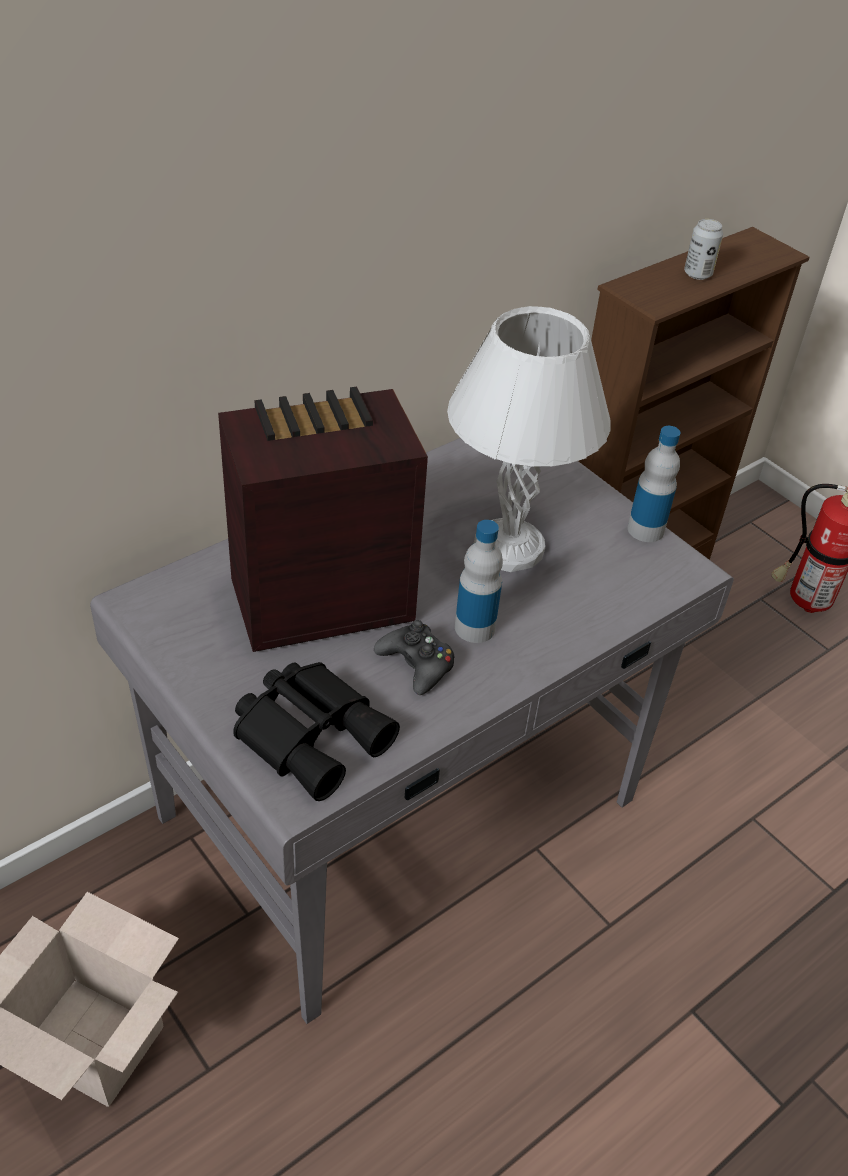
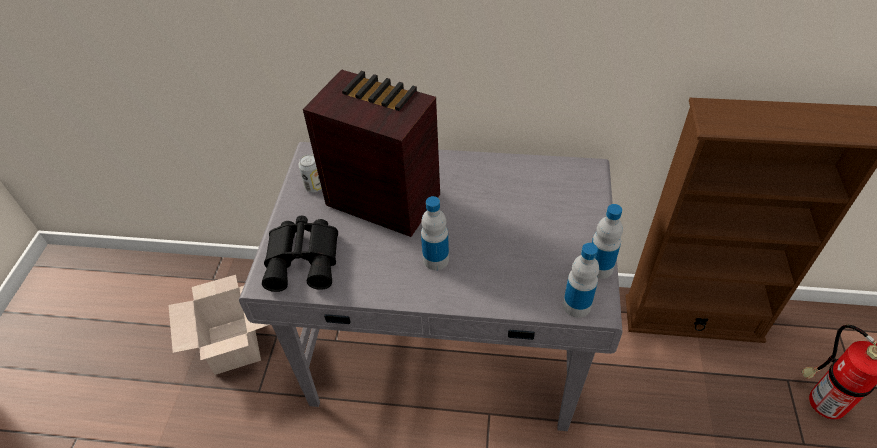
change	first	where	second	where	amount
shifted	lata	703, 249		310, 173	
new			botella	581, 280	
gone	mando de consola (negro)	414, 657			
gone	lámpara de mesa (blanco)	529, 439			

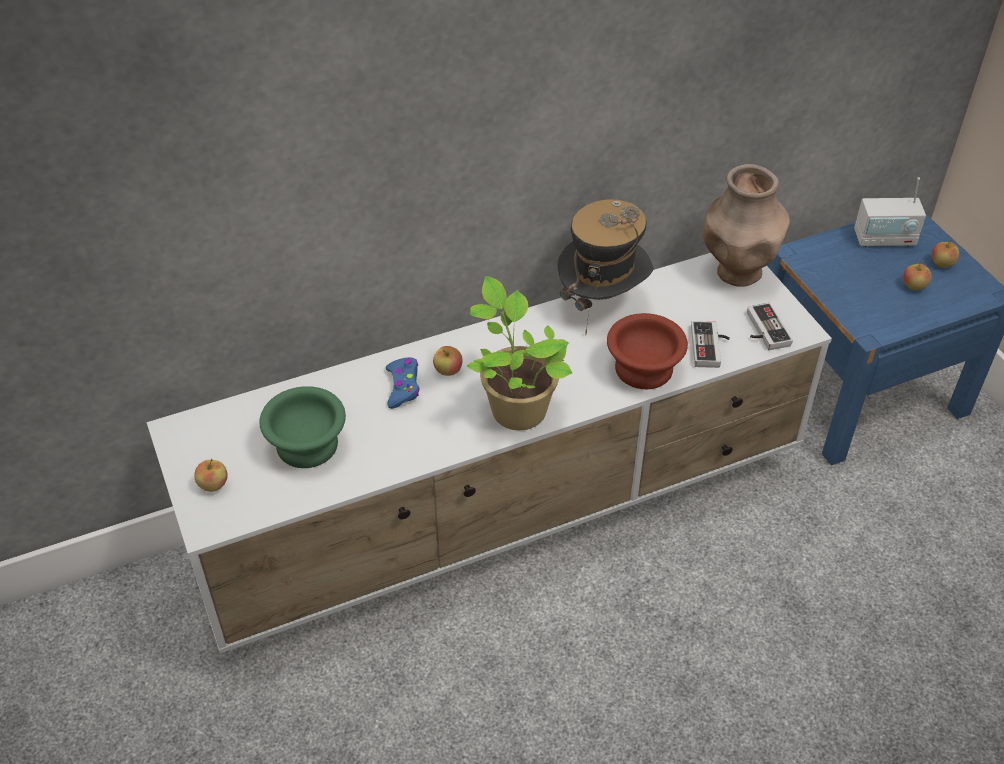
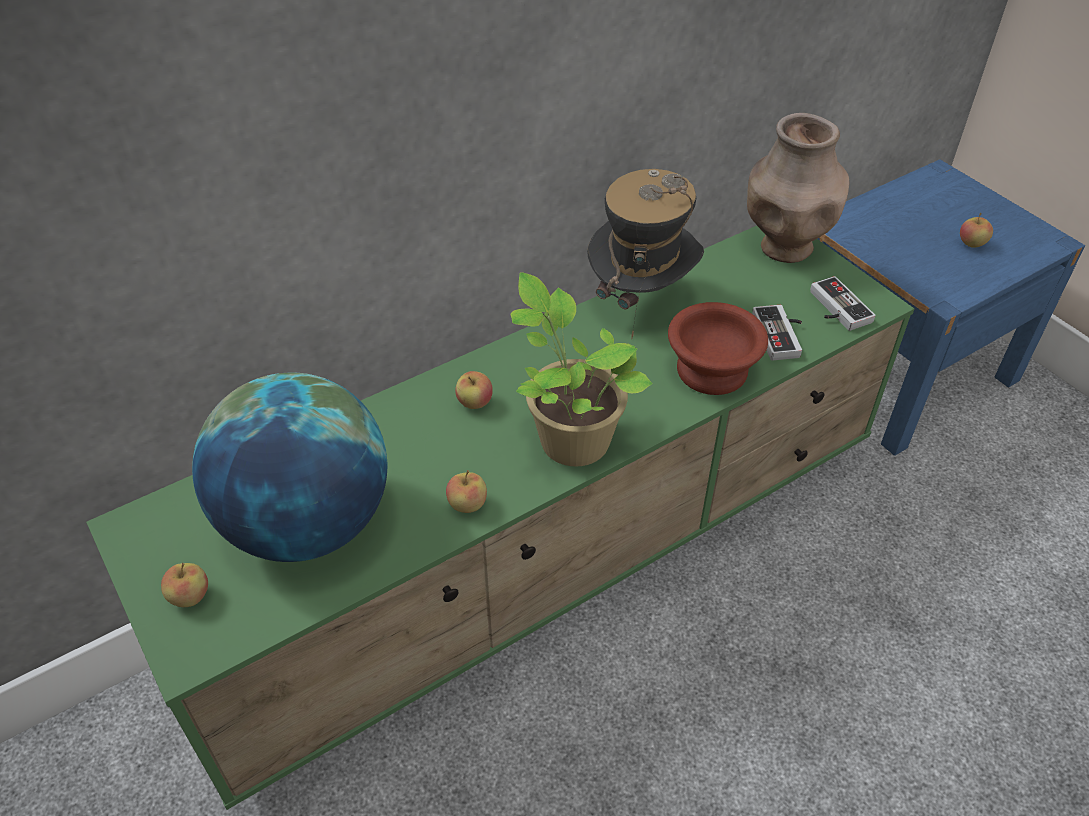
change	first	where	second	where	amount
repainted	mueble de televisión (blanco)	489, 453	mueble de televisión (verde)	500, 518	
swapped	cuenco (verde)	302, 427	globo terráqueo	289, 467	
shifted	manzana	945, 253		466, 491	
gone	mando de consola (azul)	403, 383			
gone	radio	890, 212			

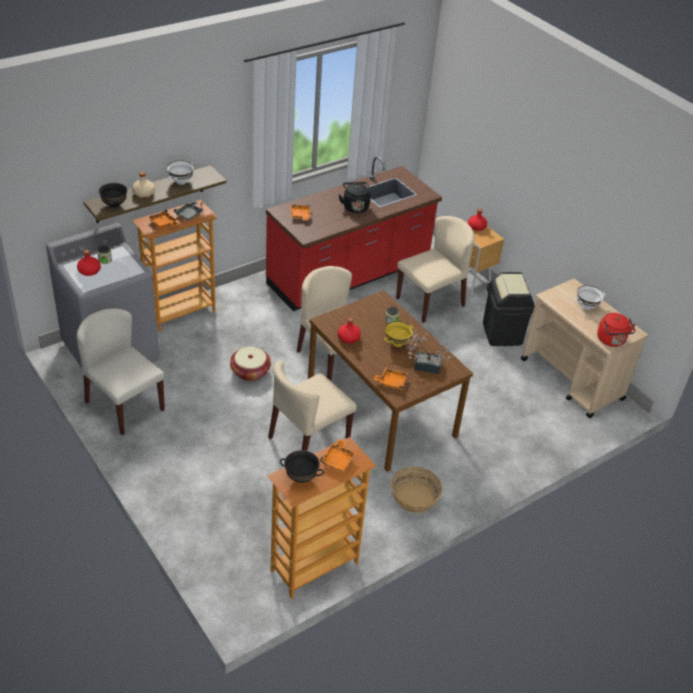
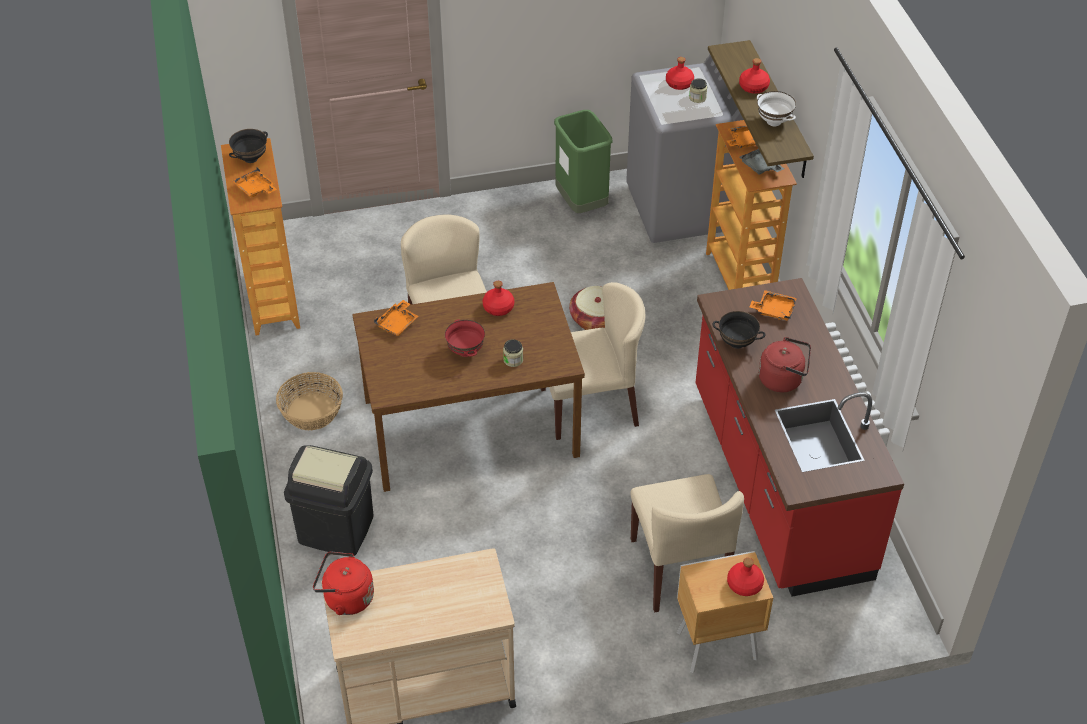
change	first	where	second	where	amount
shifted	papelera (negro)	509, 309		329, 500	
repainted	cuenco (amarillo)	398, 334	cuenco (rojo)	465, 338	
swapped	silla (beis)	121, 371	papelera (verde)	583, 161	
shifted	cuenco (negro)	113, 195		739, 330	
repainted	botella (beis)	143, 185	botella (rojo)	754, 76	
repainted	hervidor (negro)	354, 197	hervidor (rojo)	785, 364	
gone	planta en maceta	428, 352			
gone	cuenco (blanco)	589, 297			

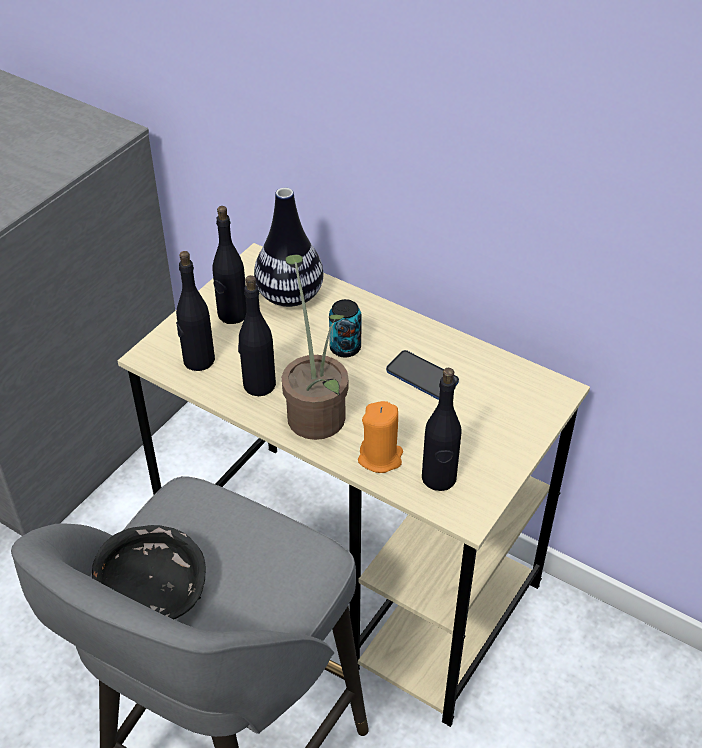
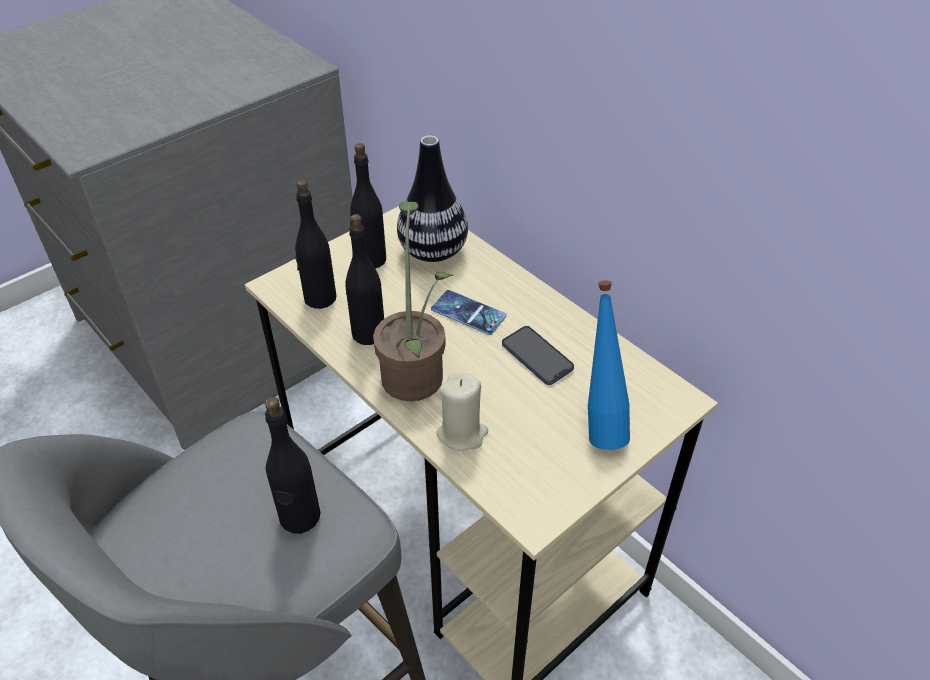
change	first	where	second	where	amount
shifted	botella (negro)	441, 429		293, 465	
swapped	lata	345, 328	móvil	469, 312	
repainted	vela (naranja)	380, 437	vela (beis)	462, 412	
new			botella (azul)	609, 365	
gone	cuenco (negro)	149, 572			

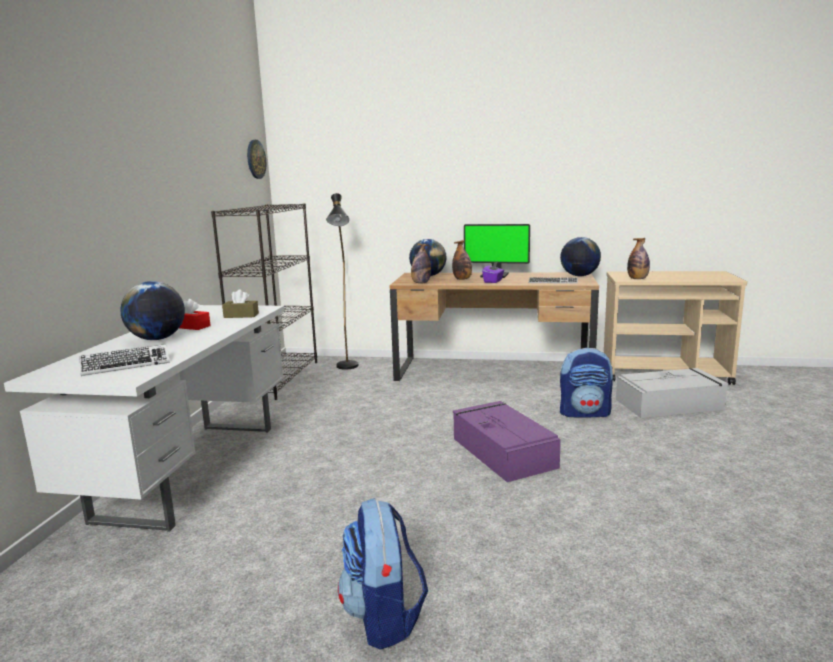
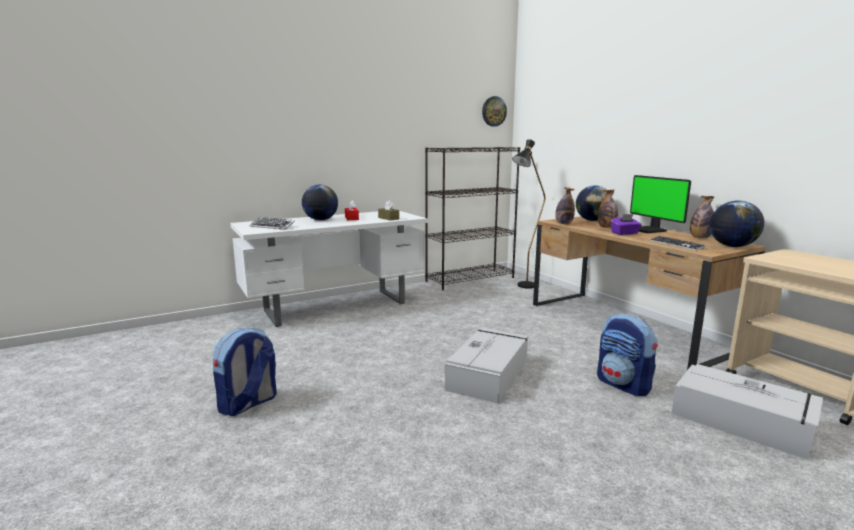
change	first	where	second	where	amount
repainted	caja de almacenaje (morado)	507, 441	caja de almacenaje (gris)	487, 365	
shifted	botella	638, 258		702, 217	

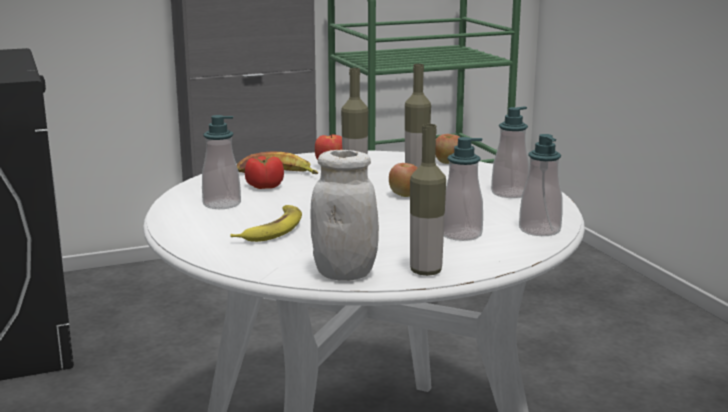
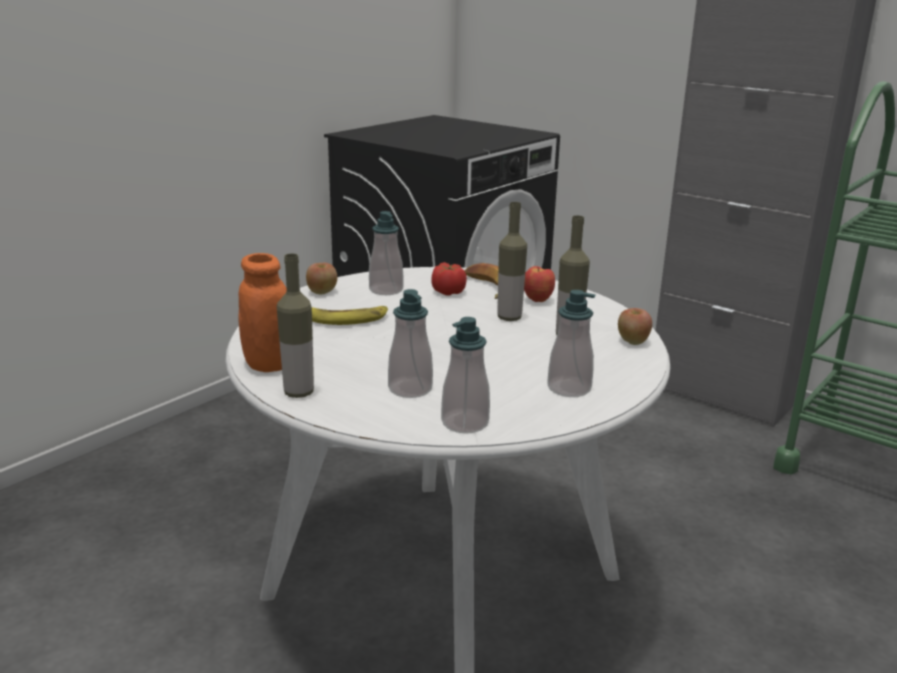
change	first	where	second	where	amount
repainted	tarro (blanco)	345, 215	tarro (naranja)	262, 312	
shifted	manzana	403, 180		321, 278	

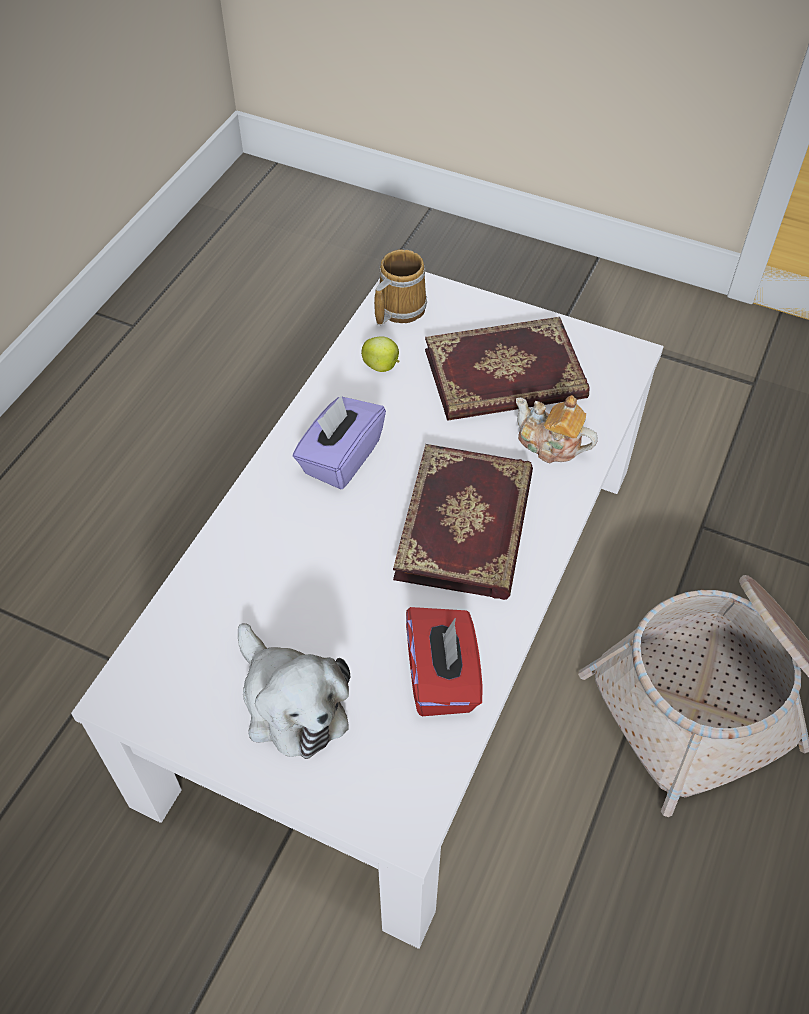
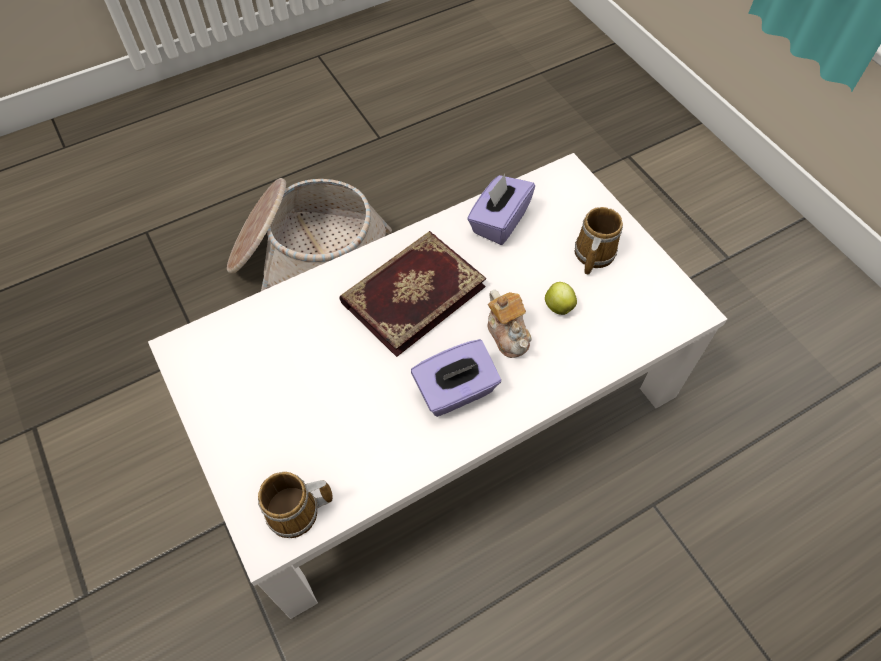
change	first	where	second	where	amount
repainted	caja de pañuelos (rojo)	444, 661	caja de pañuelos (morado)	501, 209	
shifted	tetera	556, 429		510, 324	
shifted	manzana	380, 354		561, 298	
swapped	peluche	294, 691	taza grande	599, 241	
gone	libro	507, 369			

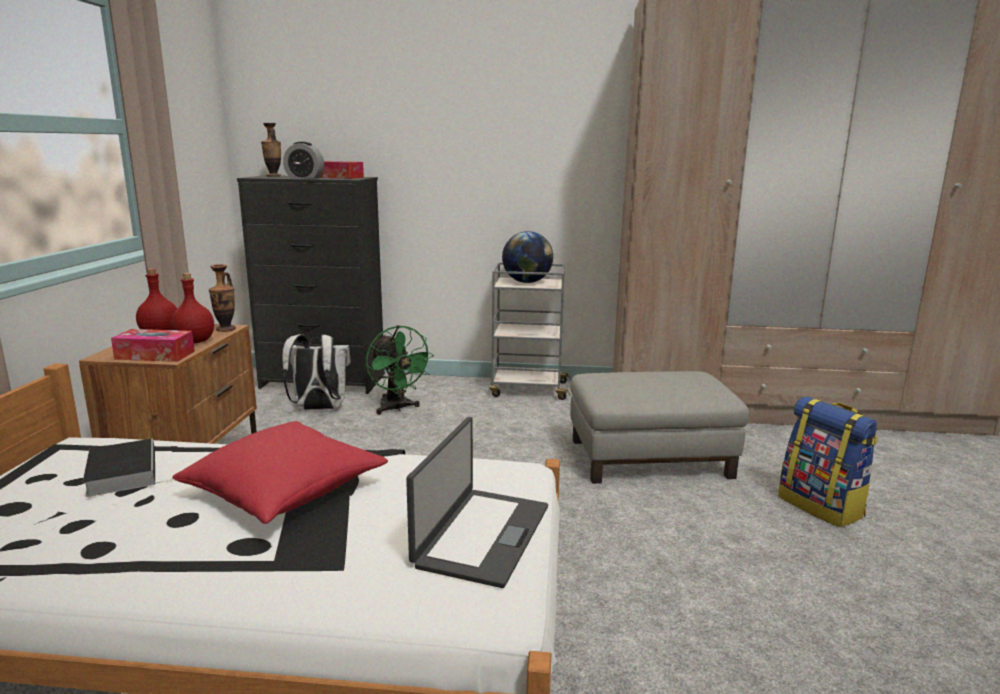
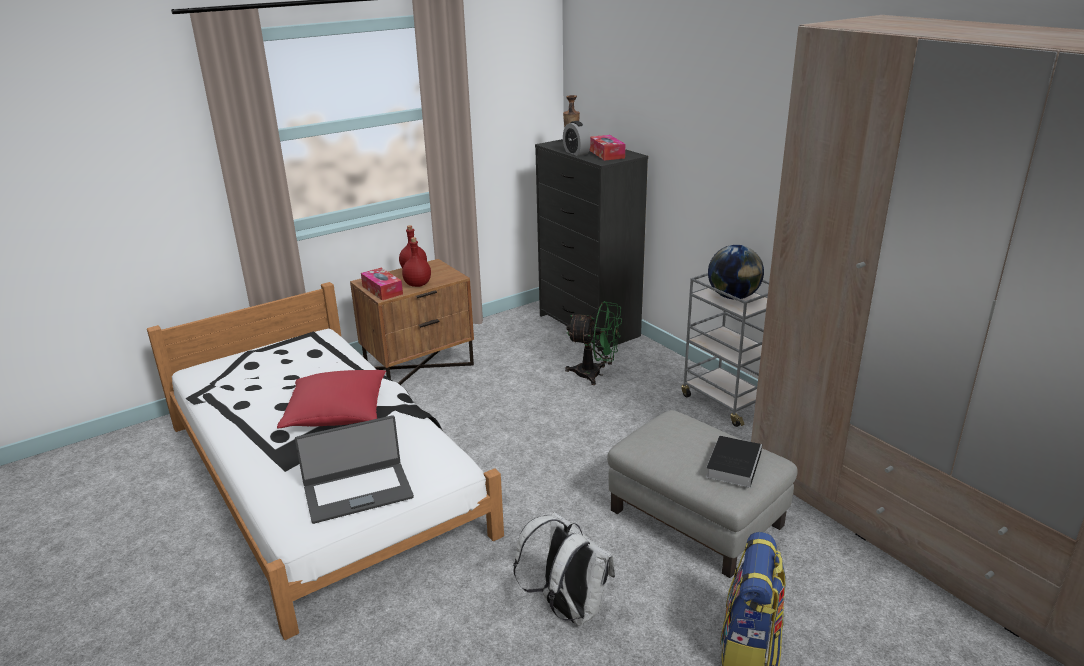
change	first	where	second	where	amount
shifted	mochila (blanco)	316, 372		564, 569	
rotated	ventilador (verde)	400, 370		593, 343	90 degrees counterclockwise
shifted	libro	119, 468		734, 462	
gone	florero	222, 298			

